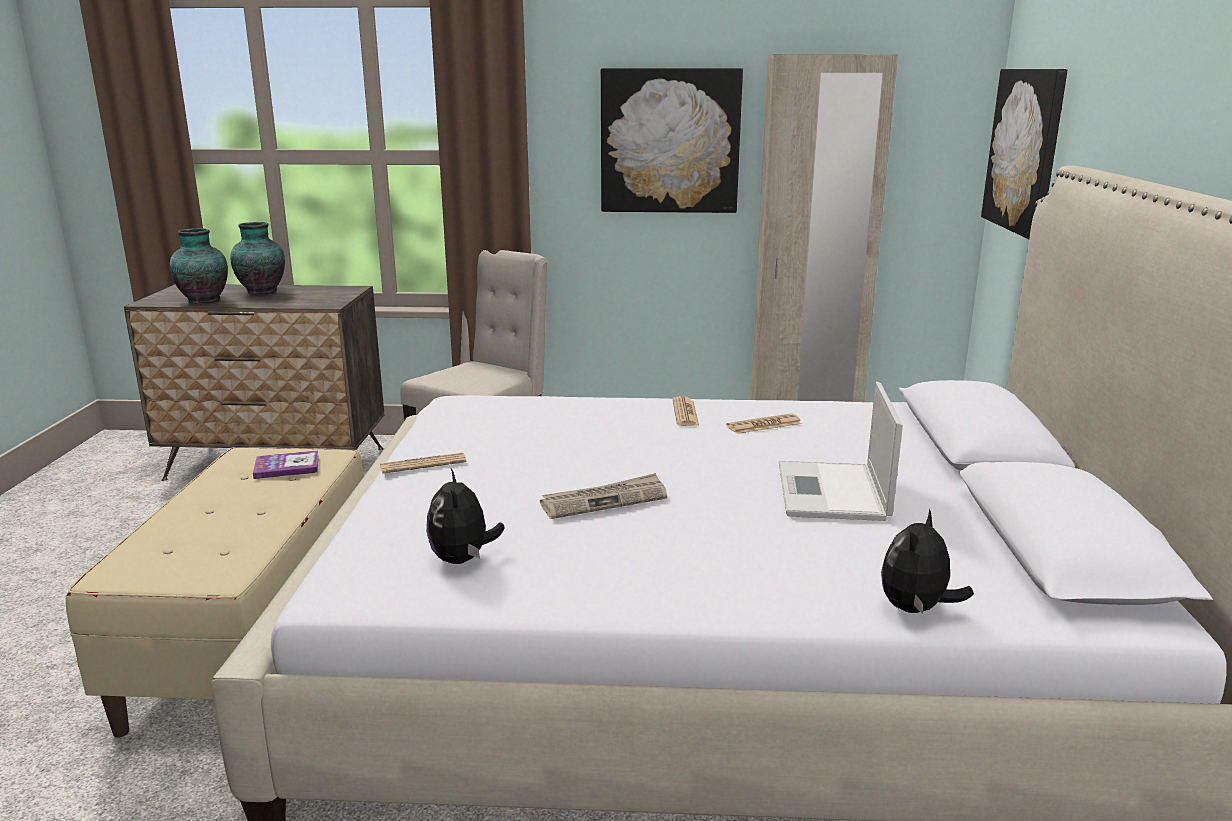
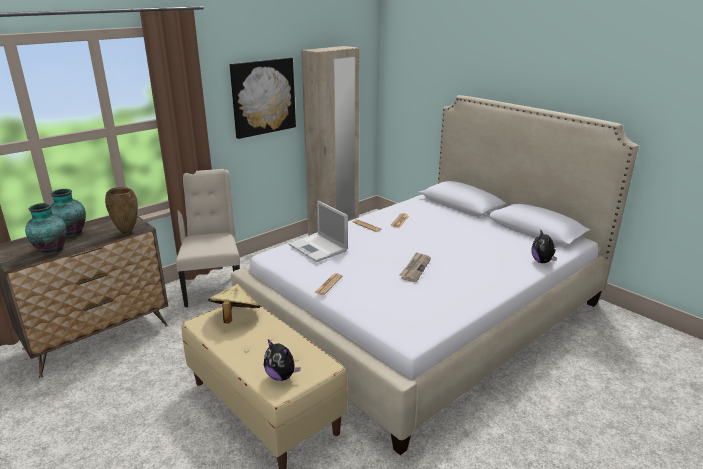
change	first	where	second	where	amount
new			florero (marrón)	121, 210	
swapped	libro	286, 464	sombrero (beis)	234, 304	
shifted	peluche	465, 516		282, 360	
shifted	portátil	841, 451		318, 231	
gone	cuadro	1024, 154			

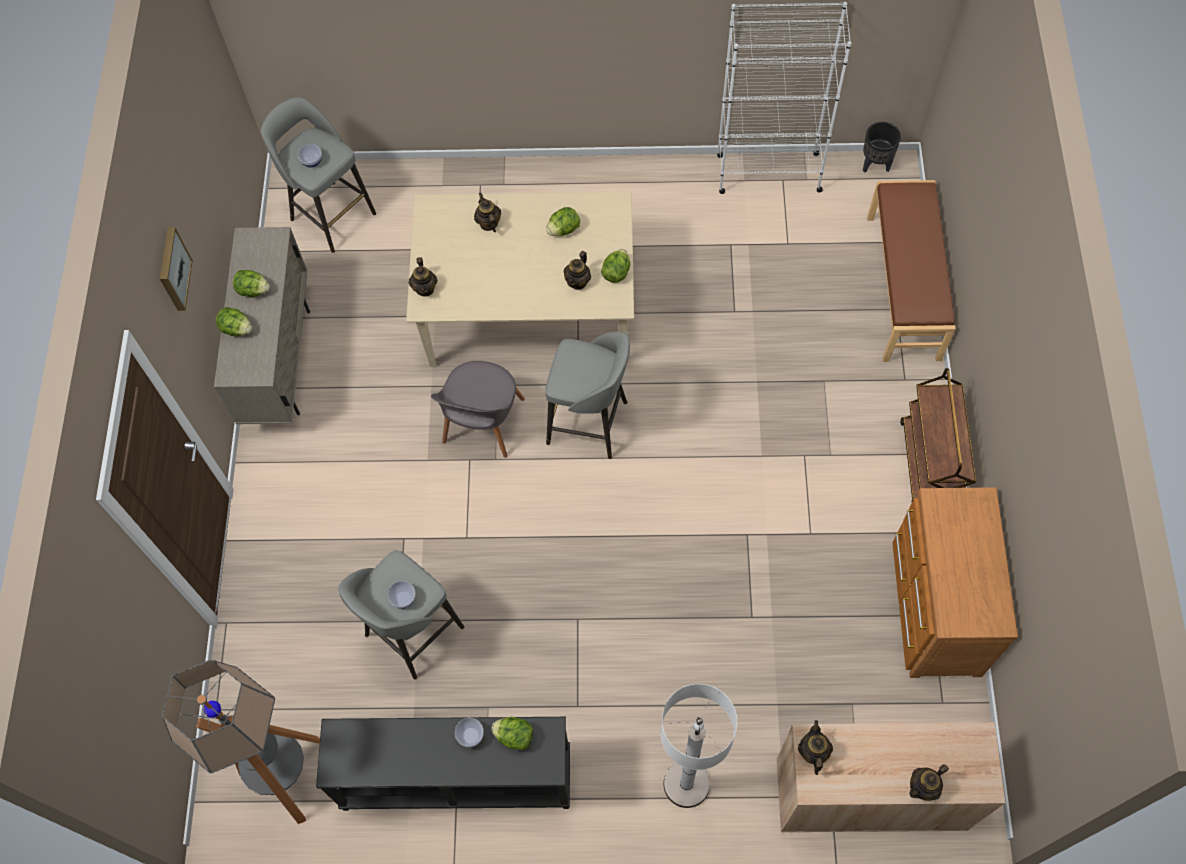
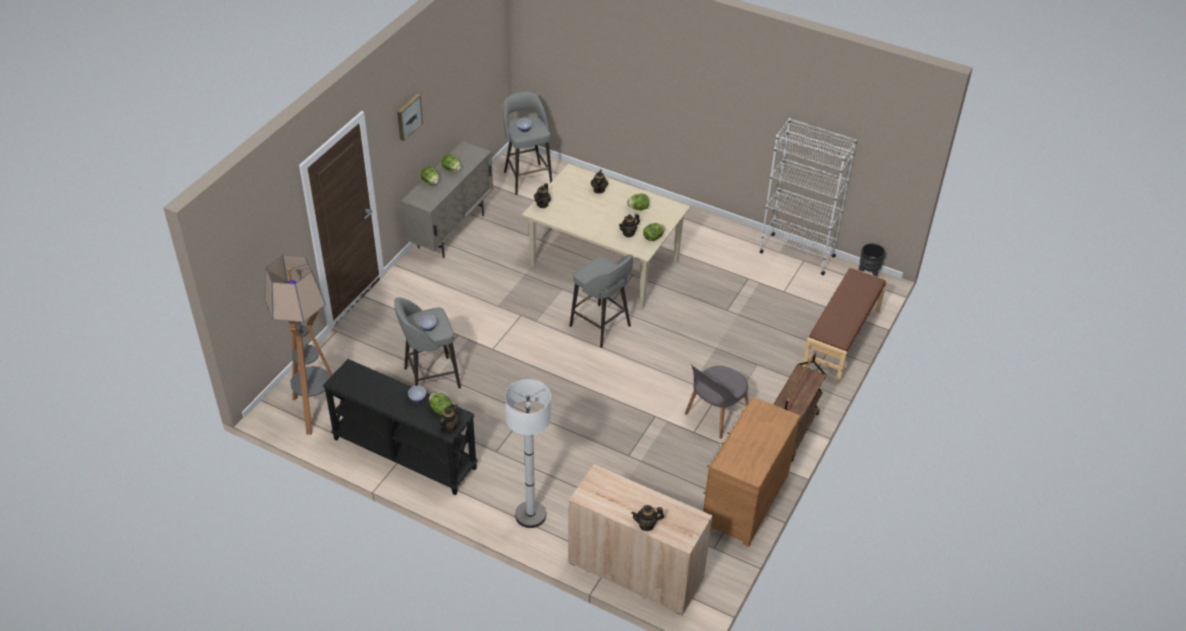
change	first	where	second	where	amount
shifted	tetera	815, 747		449, 418	
shifted	silla (gris)	478, 409		717, 401	

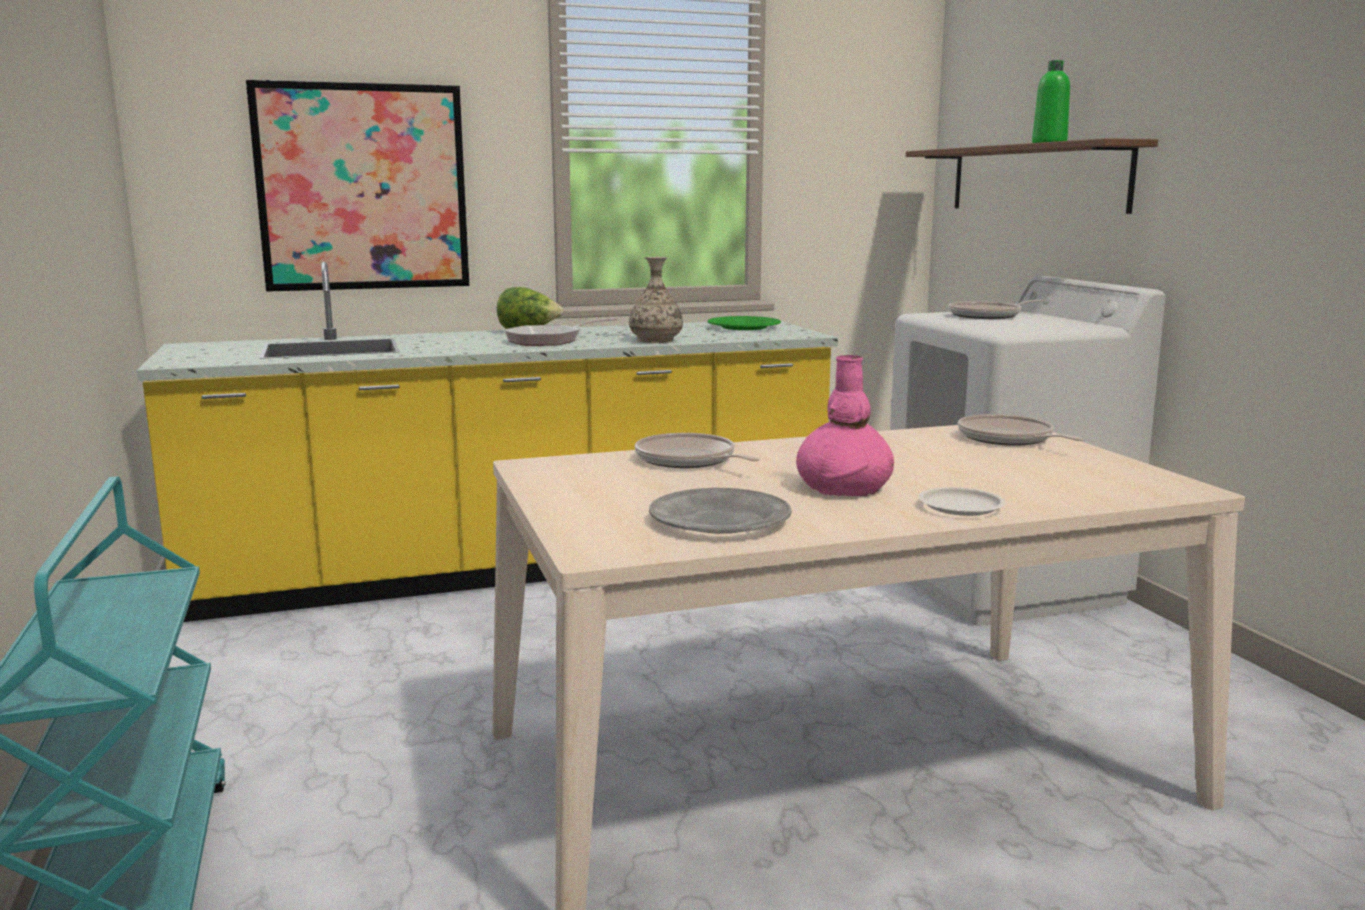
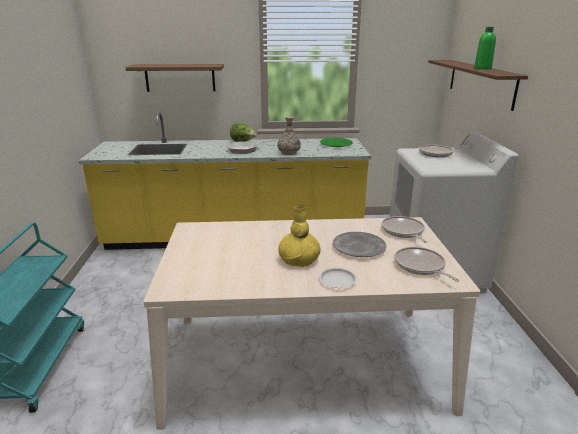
change	first	where	second	where	amount
swapped	cuadro	357, 185	estante (marrón)	174, 78	
repainted	florero (rosa)	845, 425	florero (amarillo)	299, 236	
shifted	plato (gris)	720, 511		359, 244	
shifted	sartén	697, 450		427, 264	

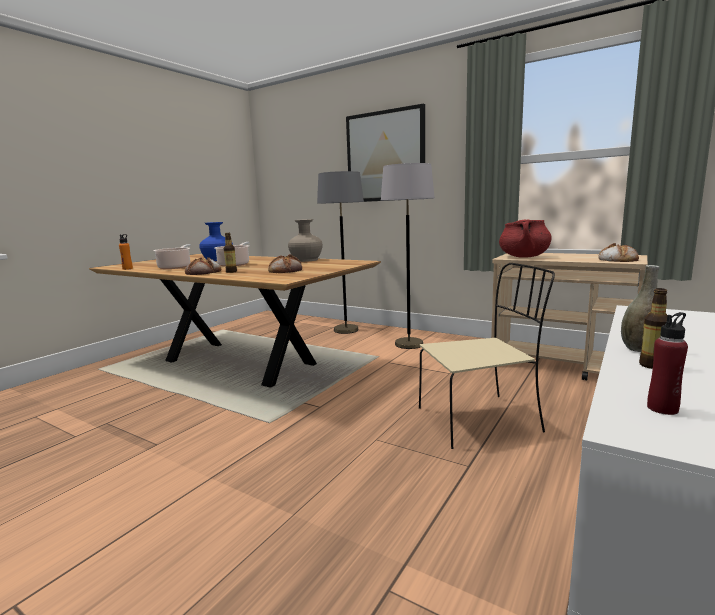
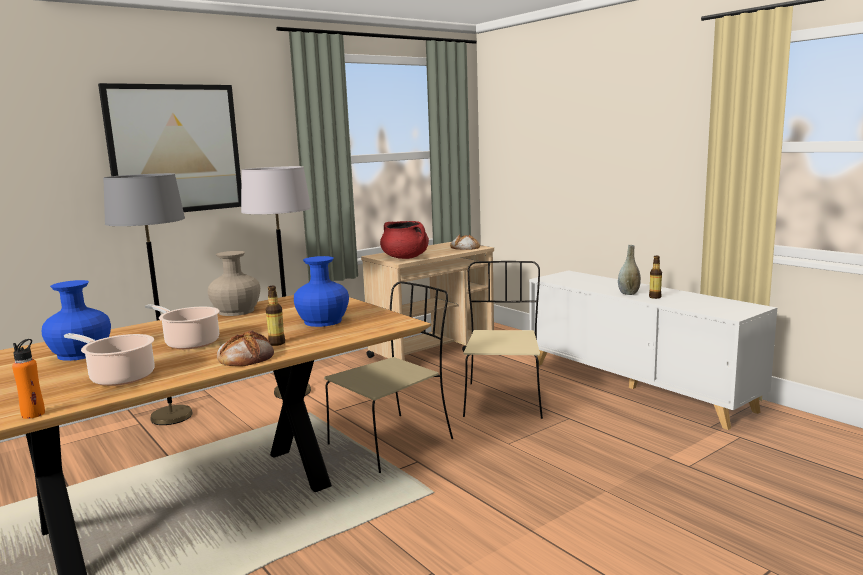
change	first	where	second	where	amount
swapped	pan	285, 263	florero (azul)	321, 291	
new			silla (beis)	388, 377	
gone	botella (rojo)	667, 363			

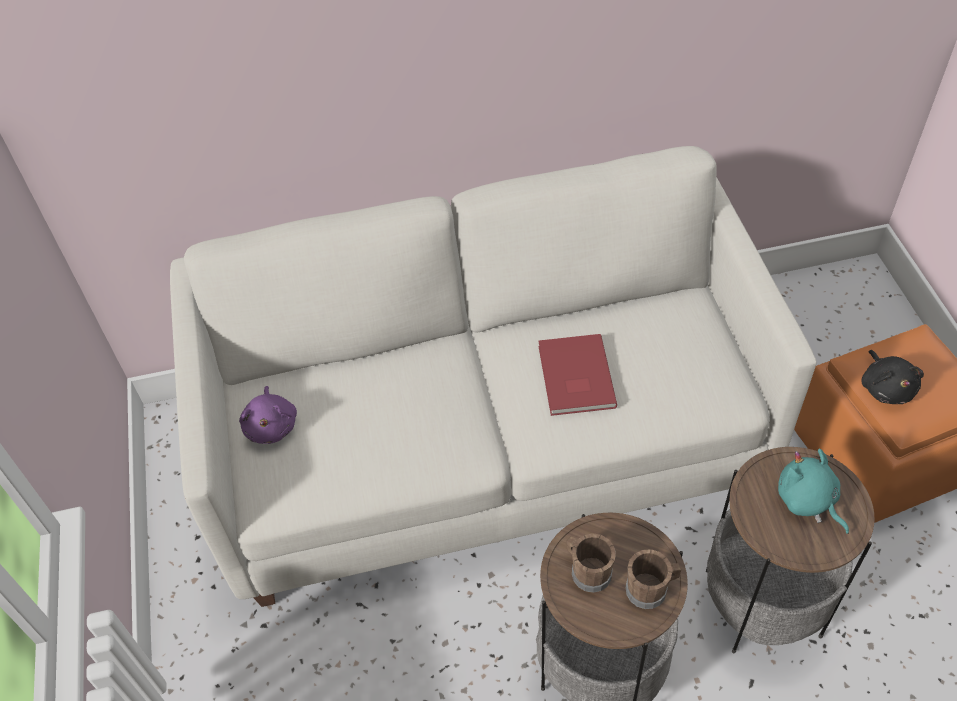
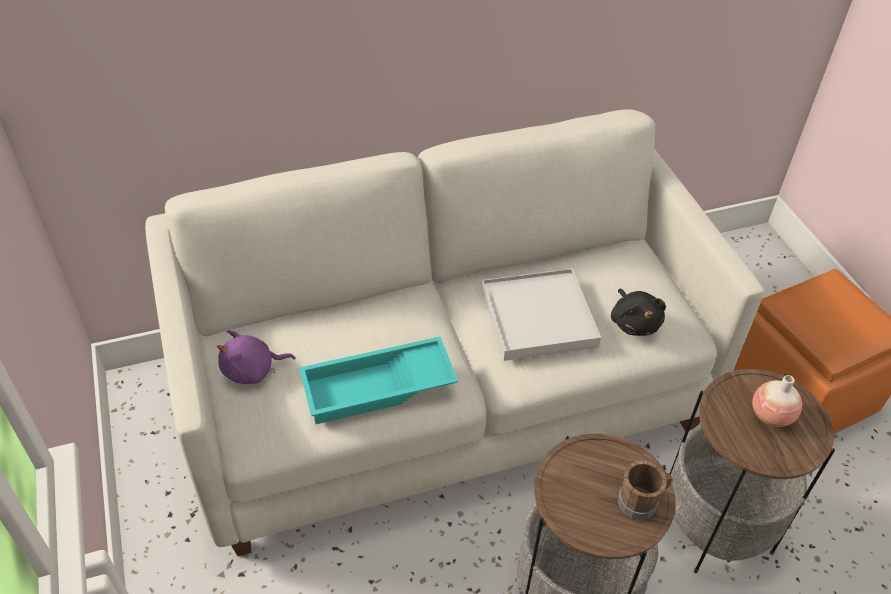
change	first	where	second	where	amount
rotated	peluche (morado)	268, 415		256, 356	90 degrees clockwise
new			bandeja (turquesa)	378, 380	
swapped	libro (rojo)	577, 375	bandeja (blanco)	541, 314	
shifted	peluche (negro)	893, 377		638, 312	
swapped	peluche (turquesa)	813, 491	florero	777, 401	
gone	taza grande (marrón)	591, 563			

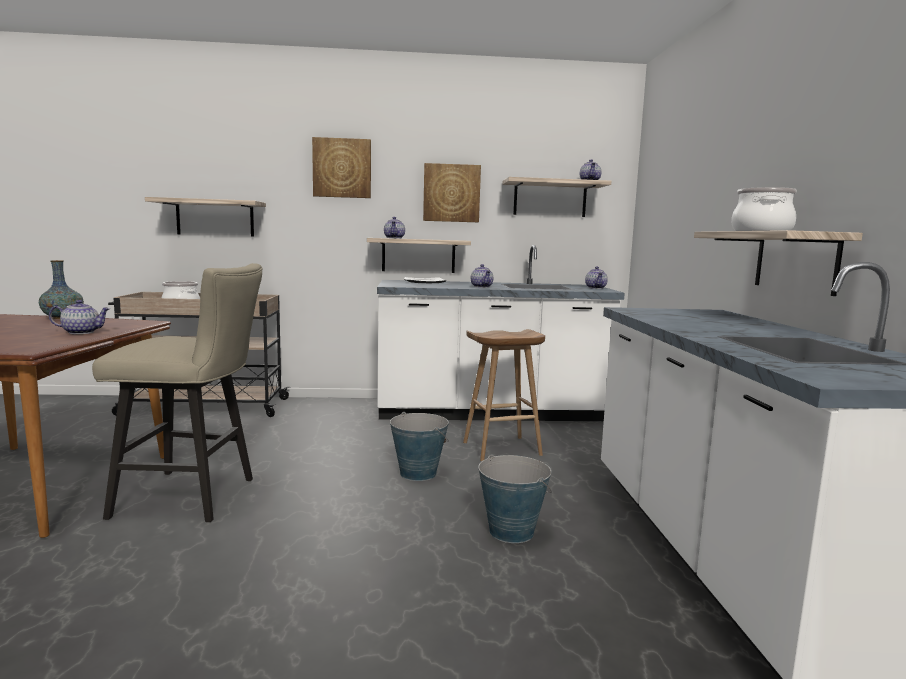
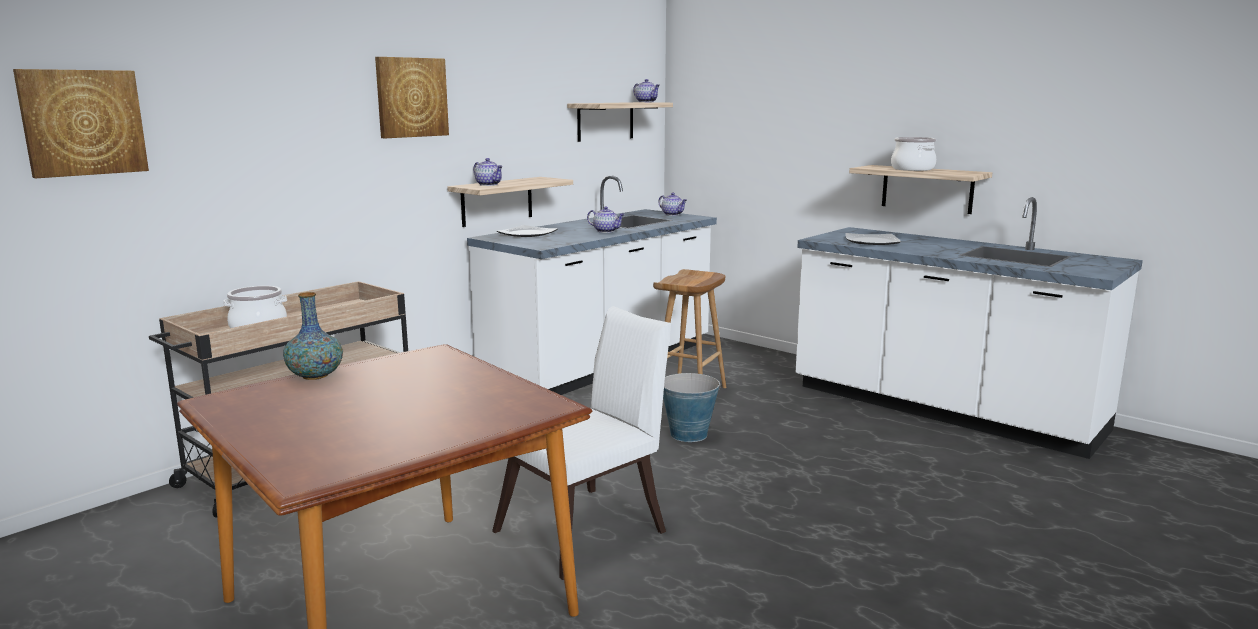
change	first	where	second	where	amount
shifted	cuadro	452, 192		81, 123	
swapped	taburete (beis)	177, 392	silla (blanco)	581, 443	
new			plato	873, 239	
gone	tetera	79, 317			
gone	estante	205, 217			
gone	cubo	515, 498			

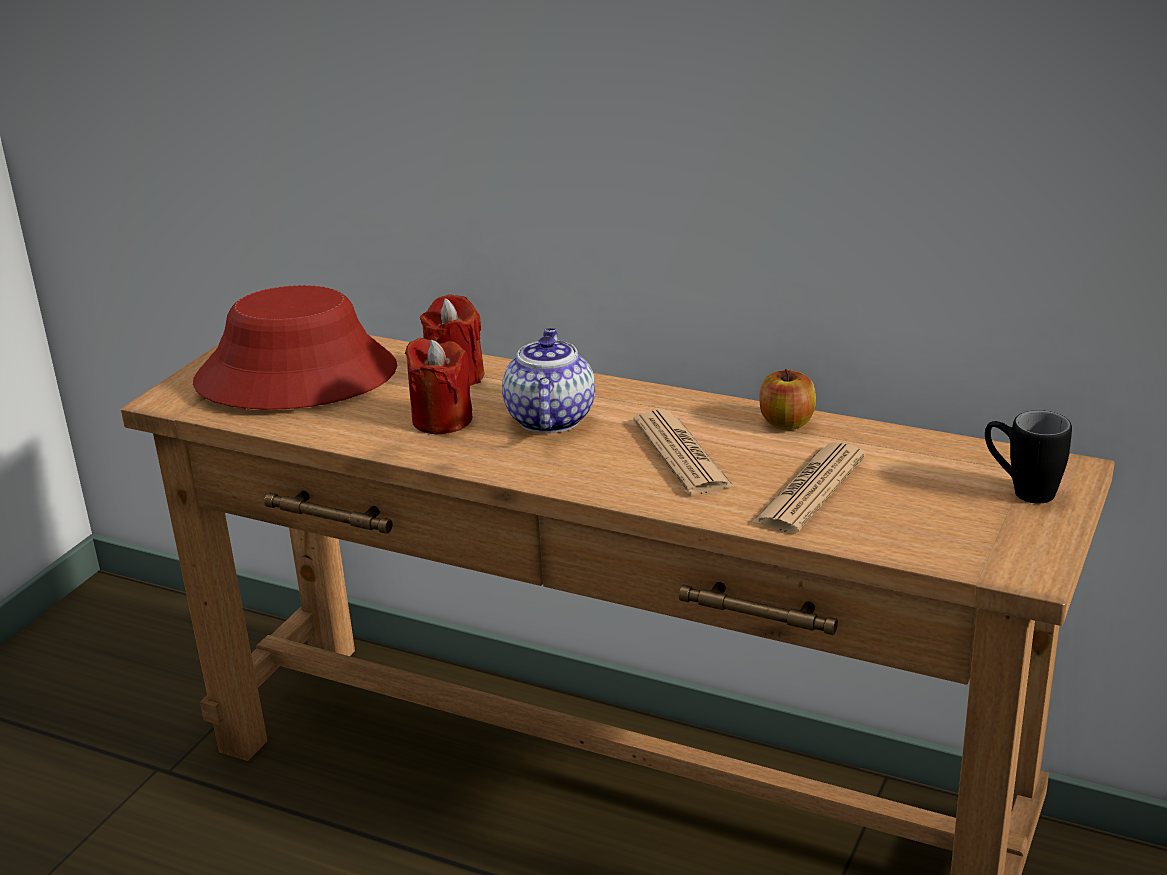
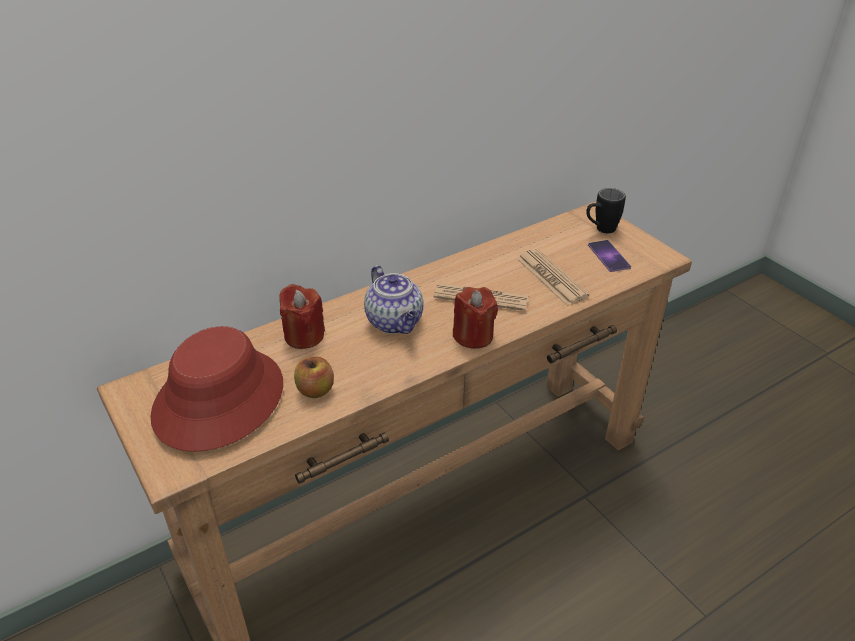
change	first	where	second	where	amount
shifted	manzana	788, 399		314, 377	
rotated	tetera	548, 380		394, 299	150 degrees counterclockwise
shifted	vela (rojo)	438, 386		475, 318	
new			móvil	609, 256	

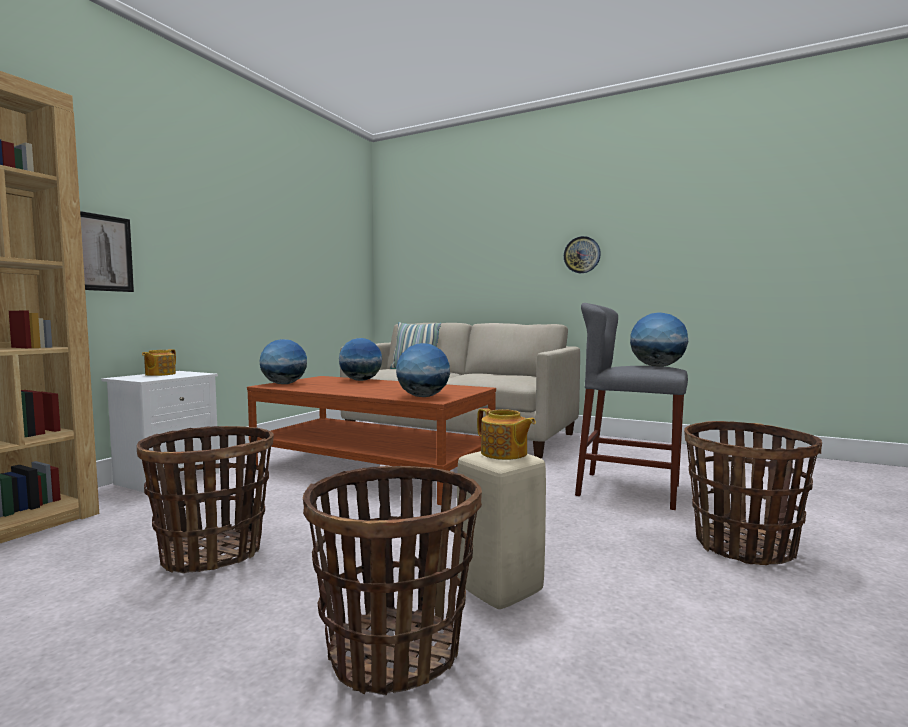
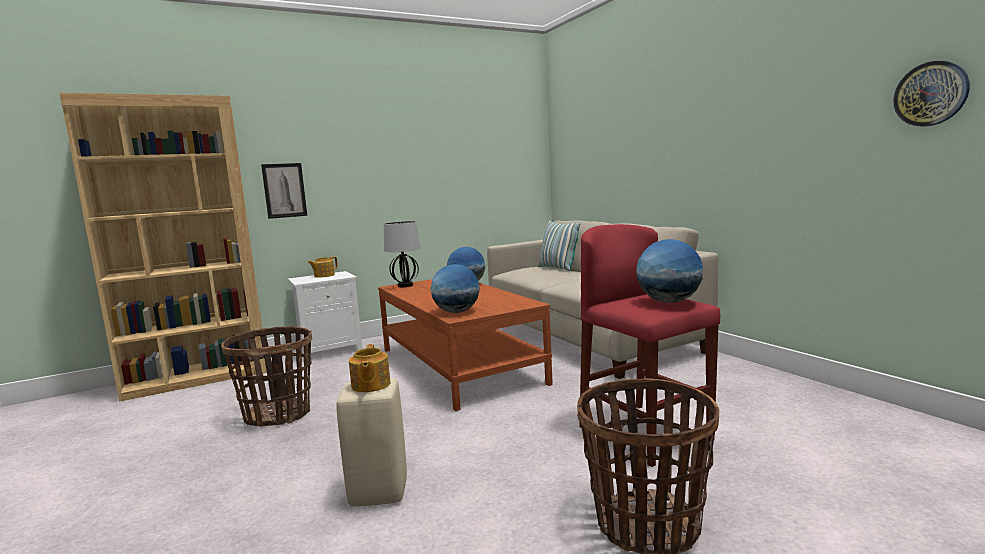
change	first	where	second	where	amount
swapped	globo terráqueo	283, 361	lámpara de mesa	402, 254	
repainted	taburete (gris)	631, 406	taburete (rojo)	649, 345	
shifted	reloj de pared	582, 254		931, 94	
gone	cesta	392, 580			

